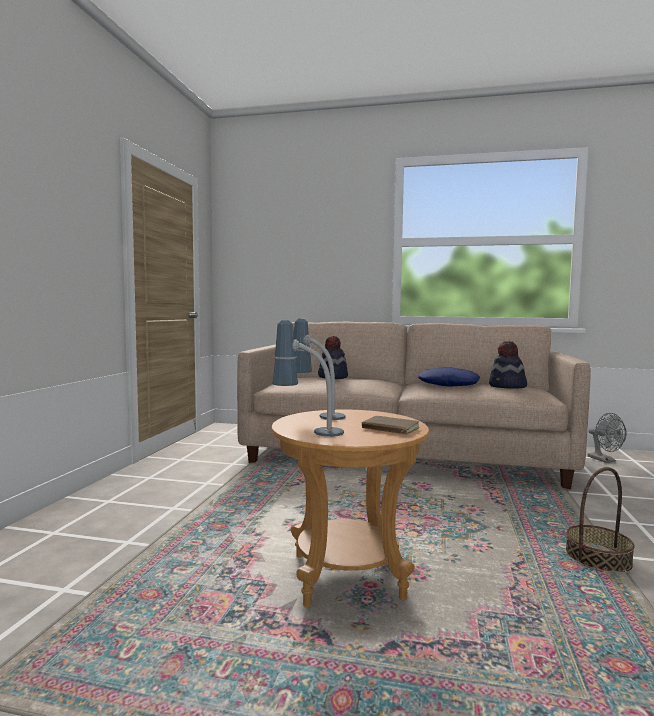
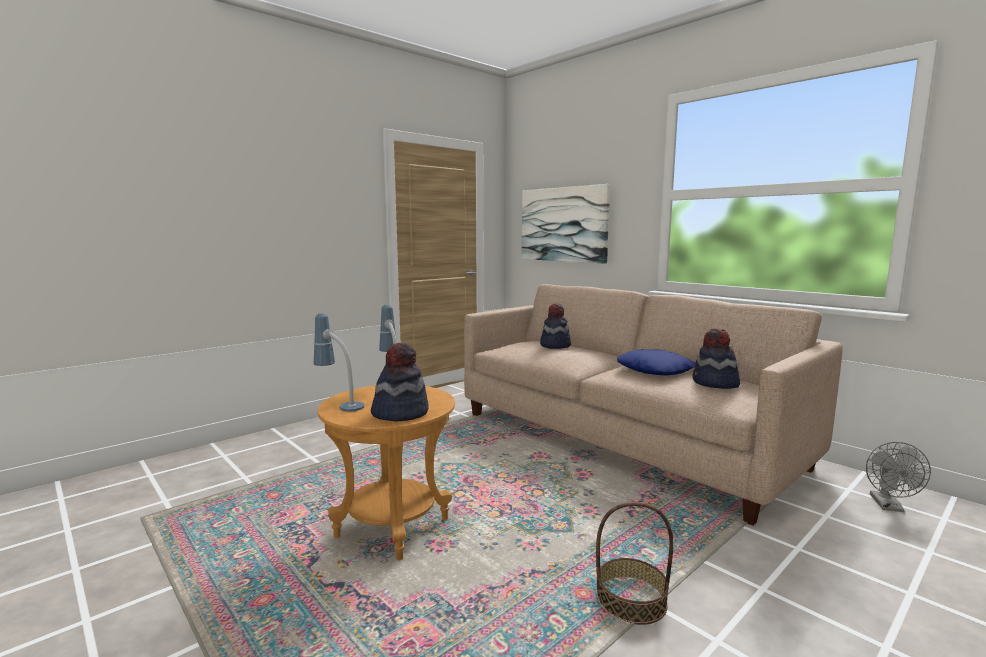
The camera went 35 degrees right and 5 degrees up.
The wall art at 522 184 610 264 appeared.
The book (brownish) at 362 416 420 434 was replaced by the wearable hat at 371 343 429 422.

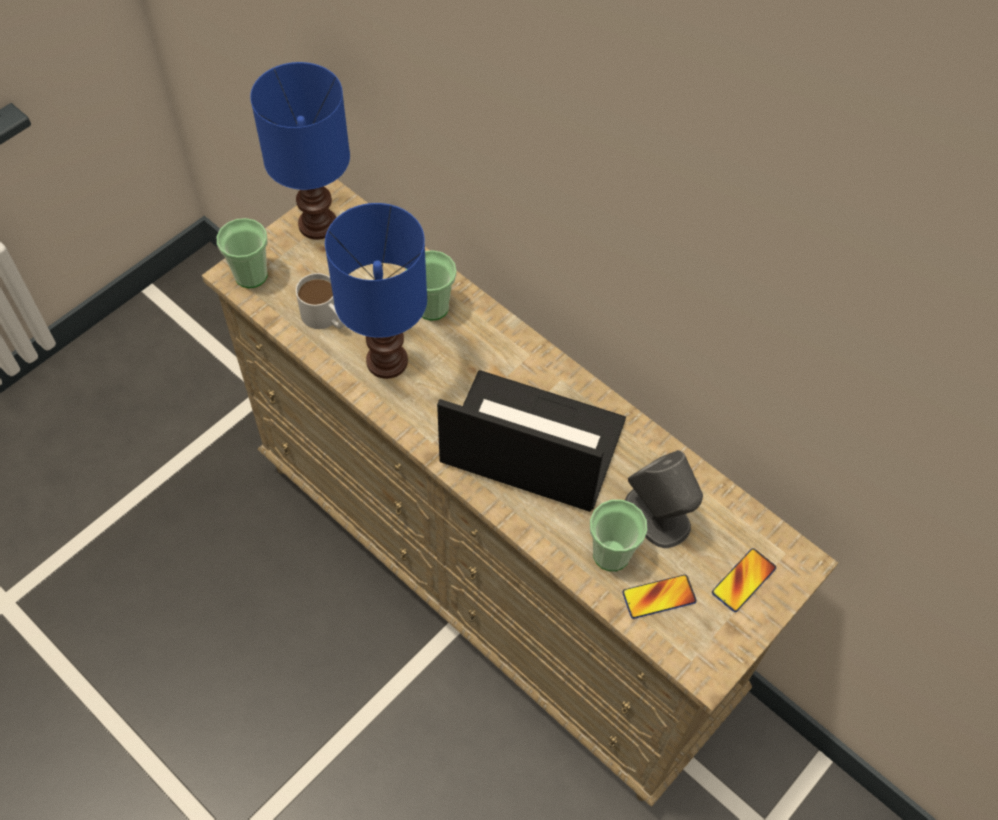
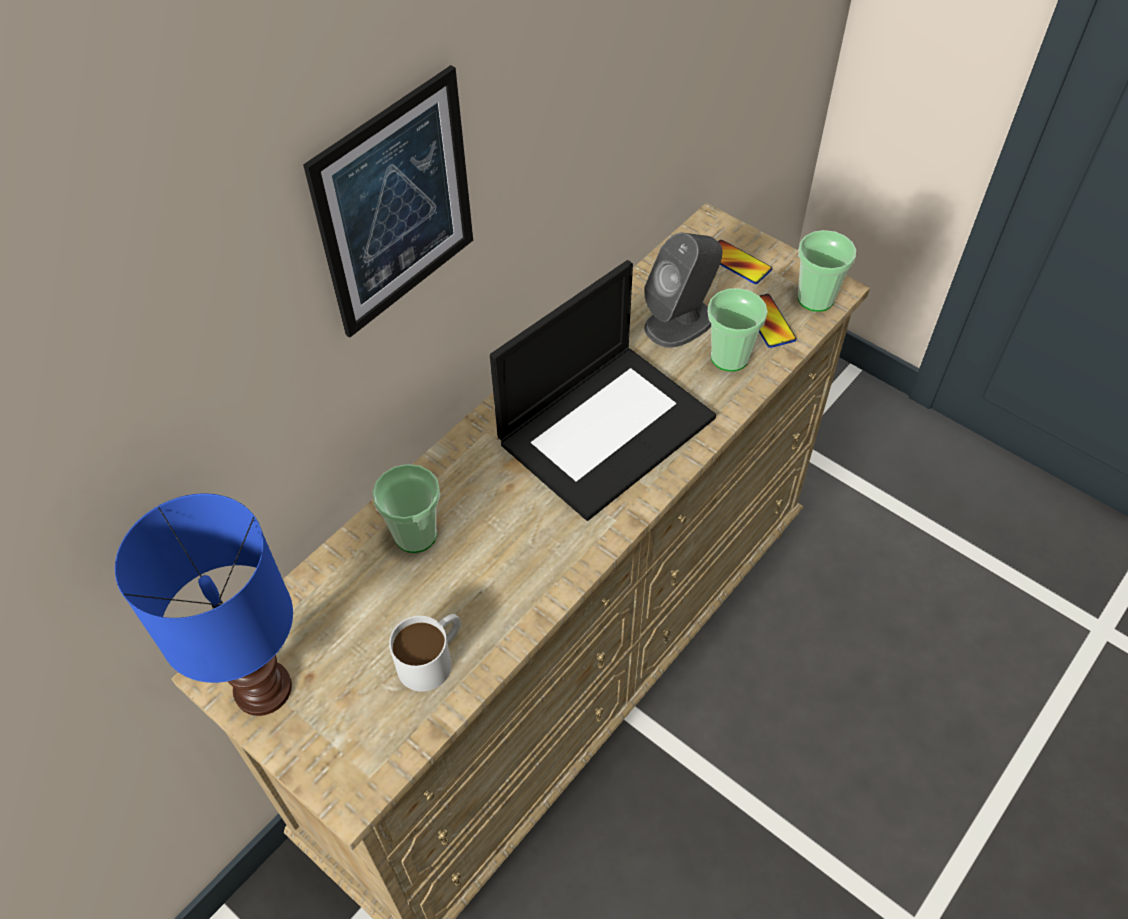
The camera went 90 degrees left and 5 degrees down.
The lamp for a table (blue) at 325 203 427 379 disappeared.
The wall art at 303 65 473 338 appeared.
The drinking cup moved from 217 218 268 288 to 798 230 856 312.
The notebook computer at 437 370 626 512 turned 150 degrees counterclockwise.

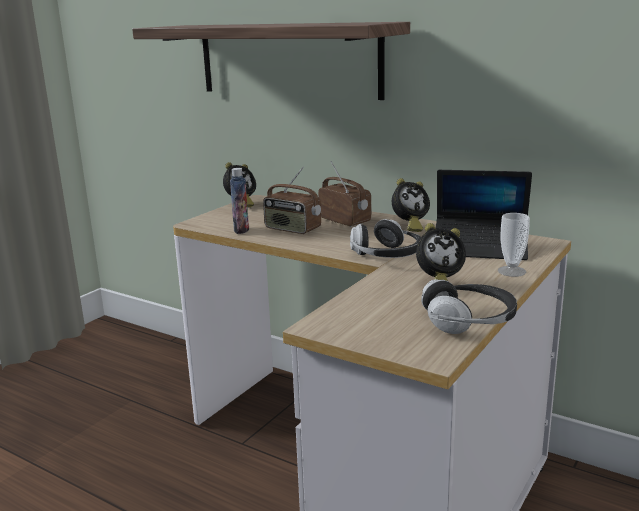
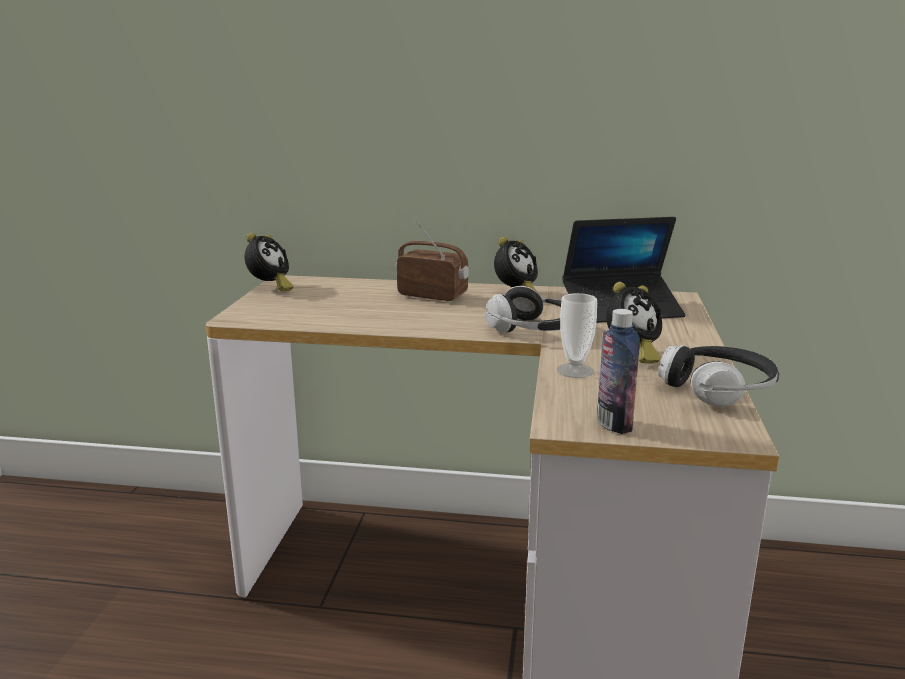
The camera went 25 degrees left and 0 degrees up.
The wall shelf at 132 22 410 100 disappeared.
The radio set at 263 167 321 234 disappeared.
The drink bottle moved from 230 168 249 234 to 597 309 640 434.
The drinking cup moved from 498 213 530 277 to 557 293 597 378.

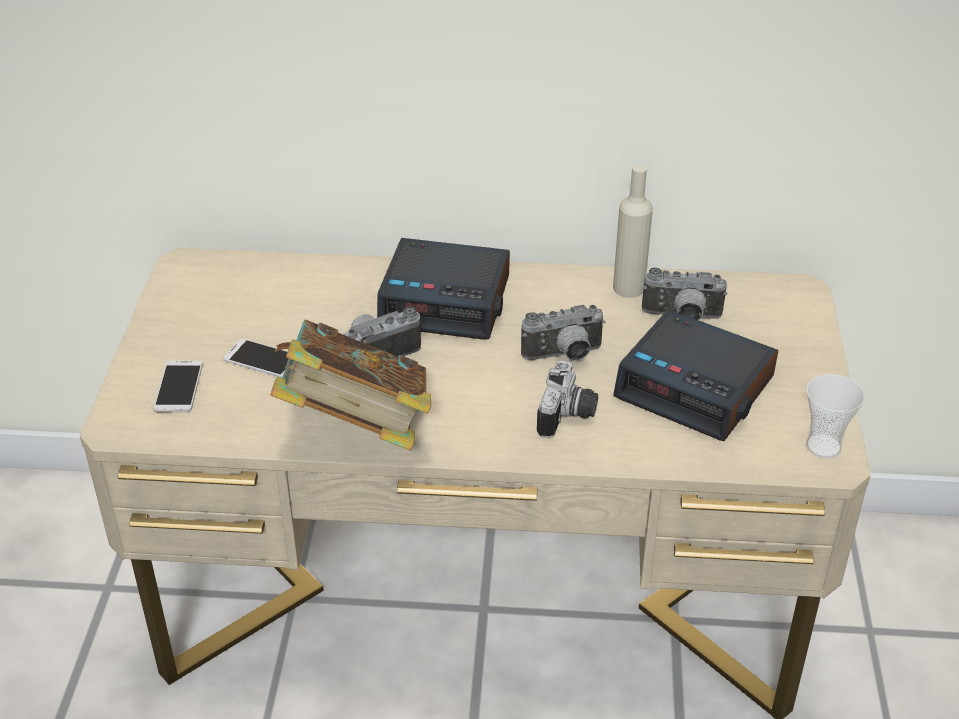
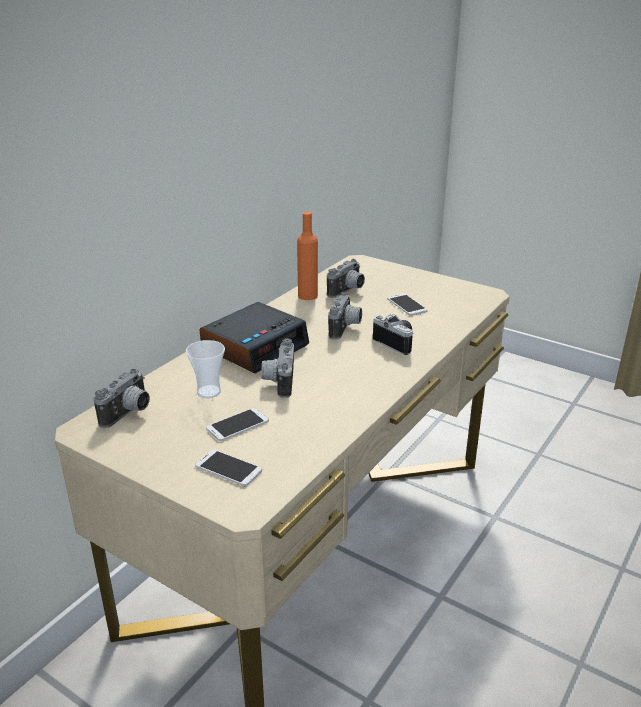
The camera went 60 degrees left and 10 degrees down.
The book at 270 319 431 451 disappeared.
The still camera at 94 369 150 428 appeared.
The drinking cup moved from 806 374 865 458 to 186 340 225 398.
The table clock at 613 309 778 441 was replaced by the phone at 387 293 428 316.
The drink bottle (beige) at 613 165 653 298 became the drink bottle (orangey) at 297 212 318 300.

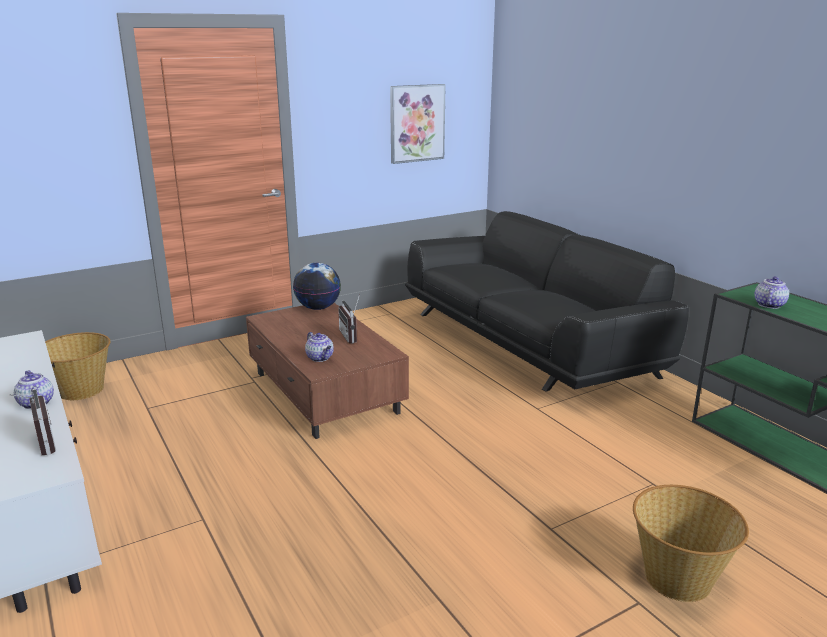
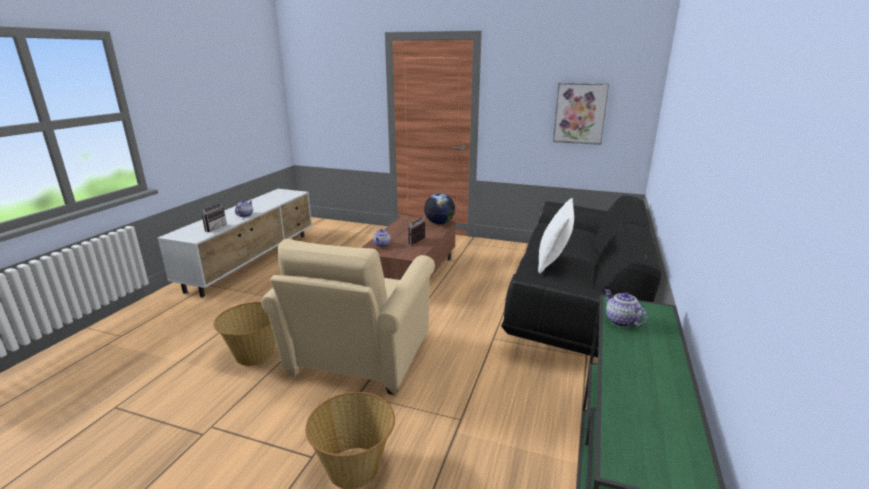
The camera went 50 degrees right and 0 degrees up.
The lounge chair (beige) at 261 239 435 395 appeared.
The pillow (whitish) at 538 198 574 274 appeared.
The basket moved from 45 332 111 400 to 213 302 276 366.
The teapot at 754 276 789 309 turned 105 degrees counterclockwise.

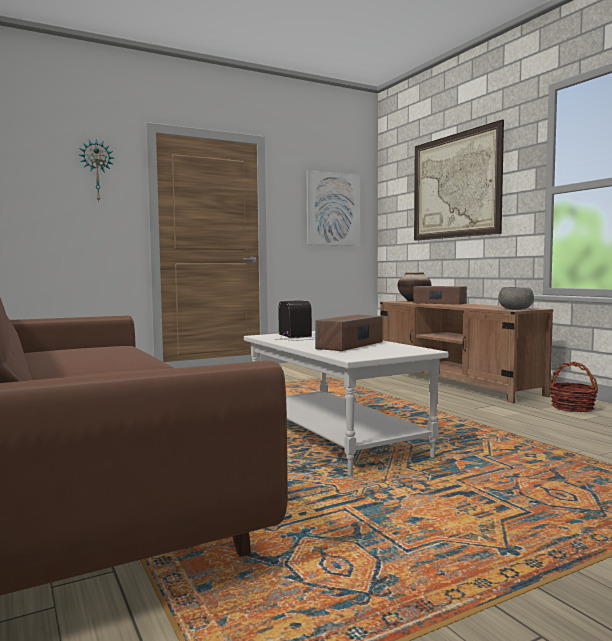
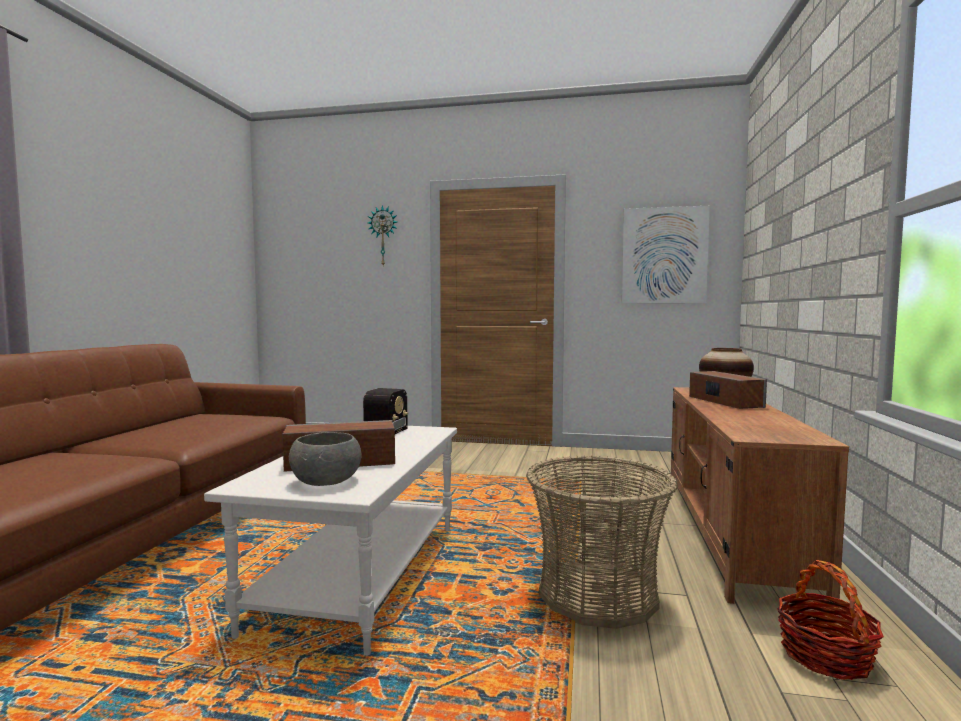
The camera went 40 degrees right and 0 degrees up.
The wall art at 414 120 504 241 disappeared.
The basket at 526 455 678 629 appeared.
The deep dish (grey) moved from 498 287 534 310 to 289 432 362 486.

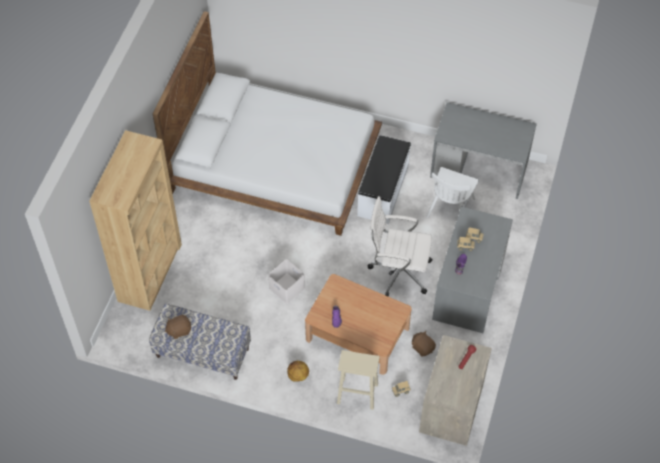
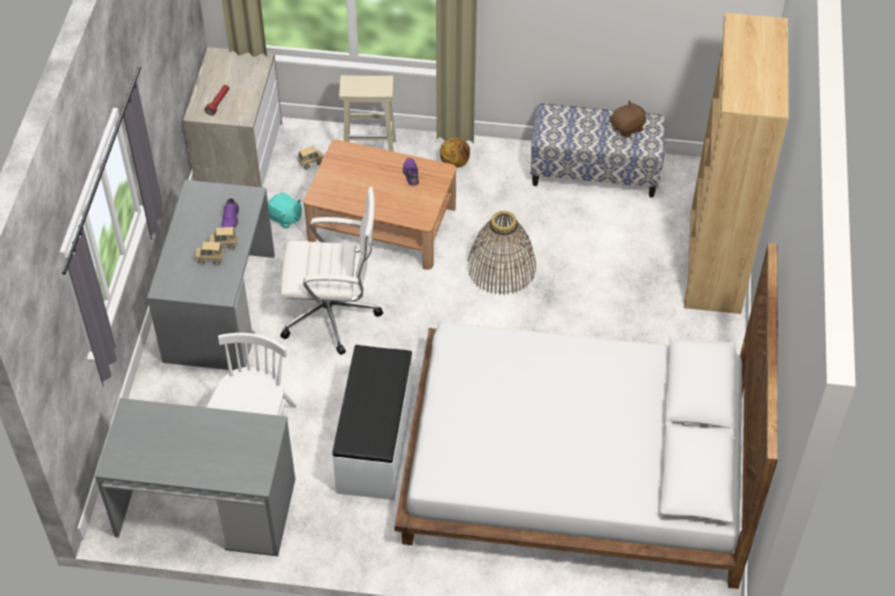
The camera went 170 degrees right and 5 degrees down.
The storage container (whitish) at 268 259 305 304 was replaced by the basket at 467 211 536 295.
The plush toy (brownish) at 412 331 436 357 became the plush toy (blue-green) at 268 193 302 229.

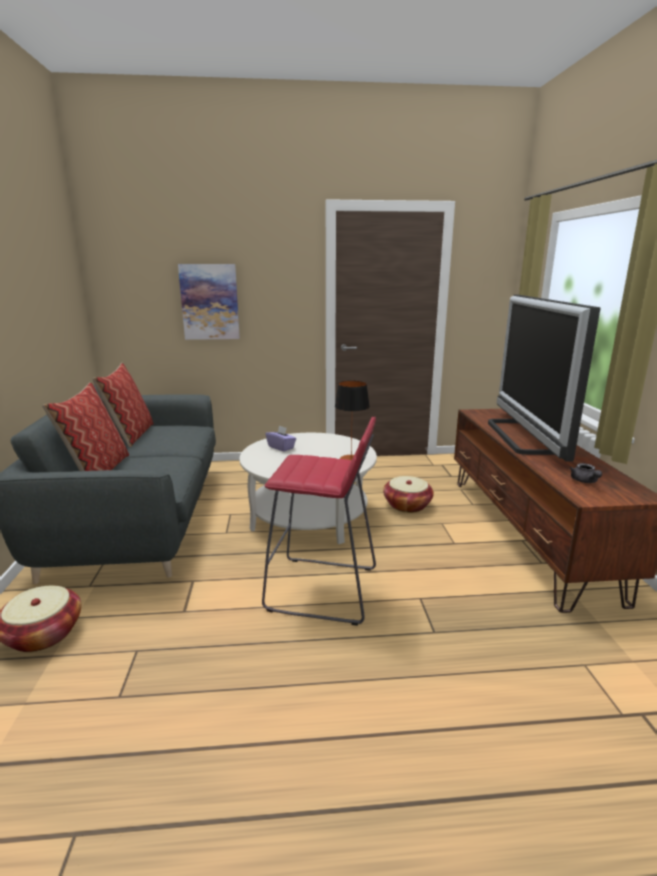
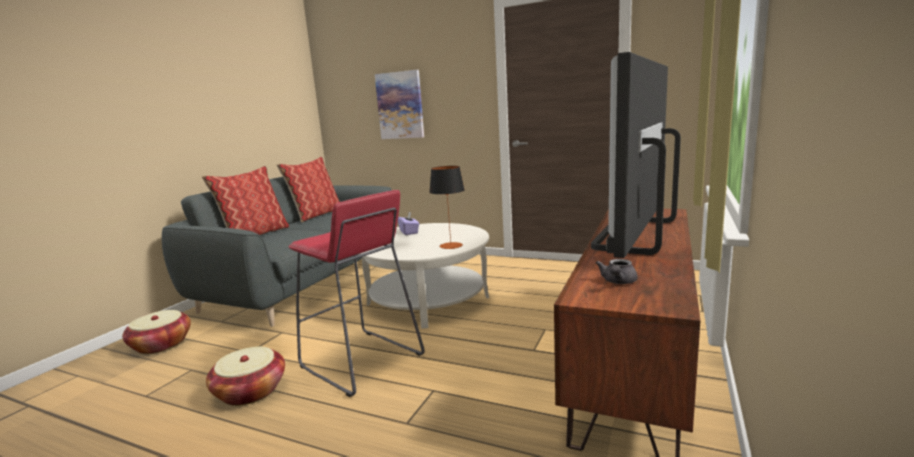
The camera went 30 degrees right and 5 degrees down.
The basket moved from 383 476 434 513 to 206 346 285 406.

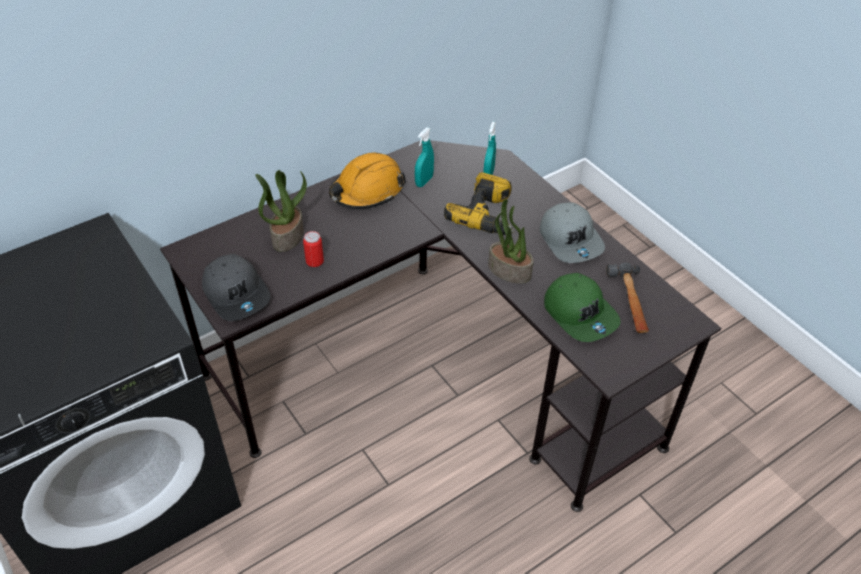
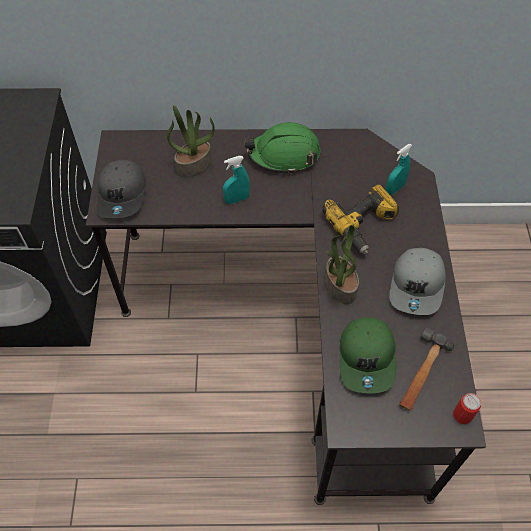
The camera went 35 degrees right and 10 degrees up.
The sealed can moved from 303 231 324 267 to 453 393 481 424.
The hand sprayer (blue-green) moved from 415 127 434 187 to 223 156 250 204.
The work helmet (orangey) at 329 153 406 209 became the work helmet (green-coloured) at 244 122 320 174.

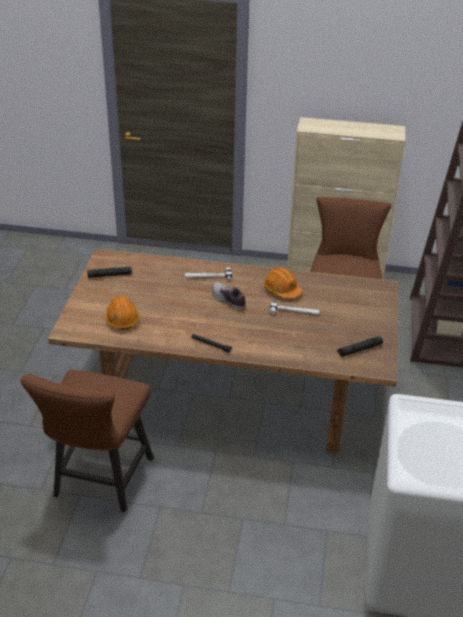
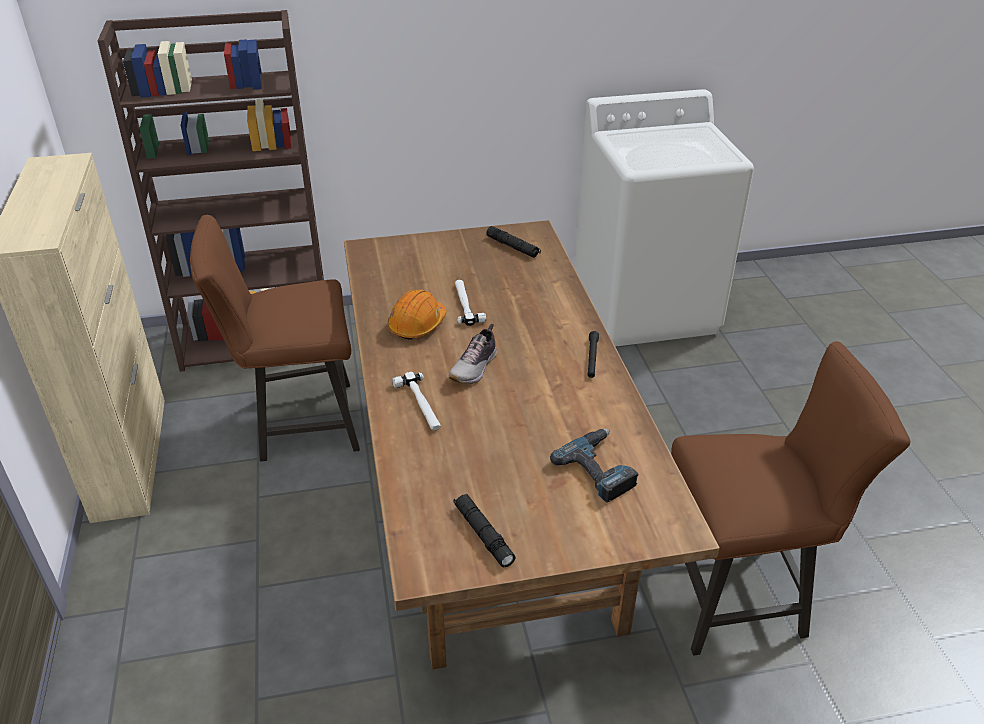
The camera went 110 degrees left and 0 degrees up.
The work helmet (orangey) at 105 296 139 330 was replaced by the electric drill at 550 429 639 502.

